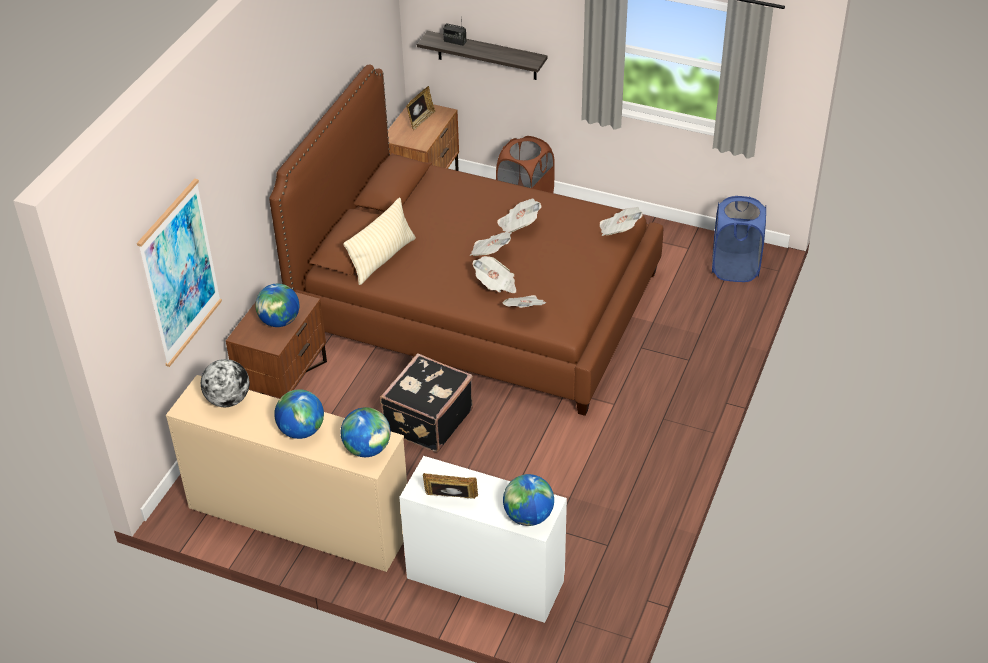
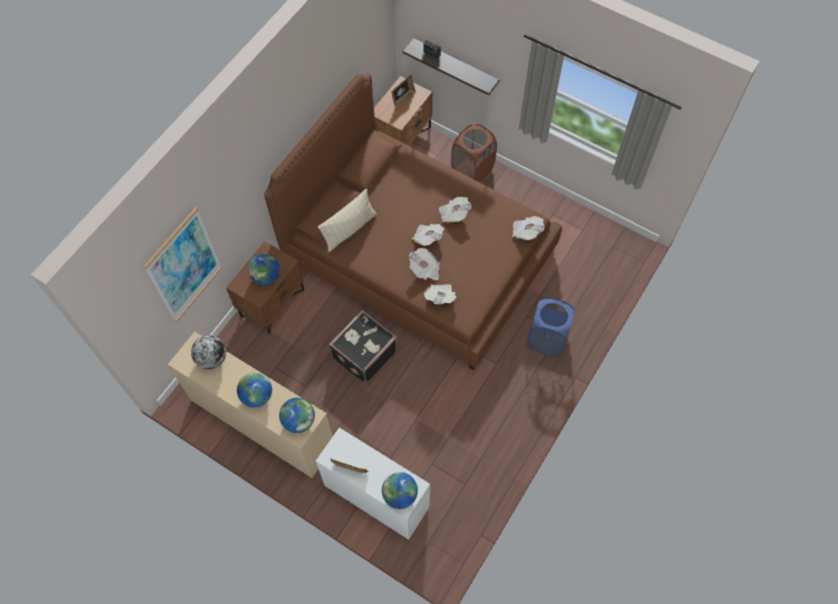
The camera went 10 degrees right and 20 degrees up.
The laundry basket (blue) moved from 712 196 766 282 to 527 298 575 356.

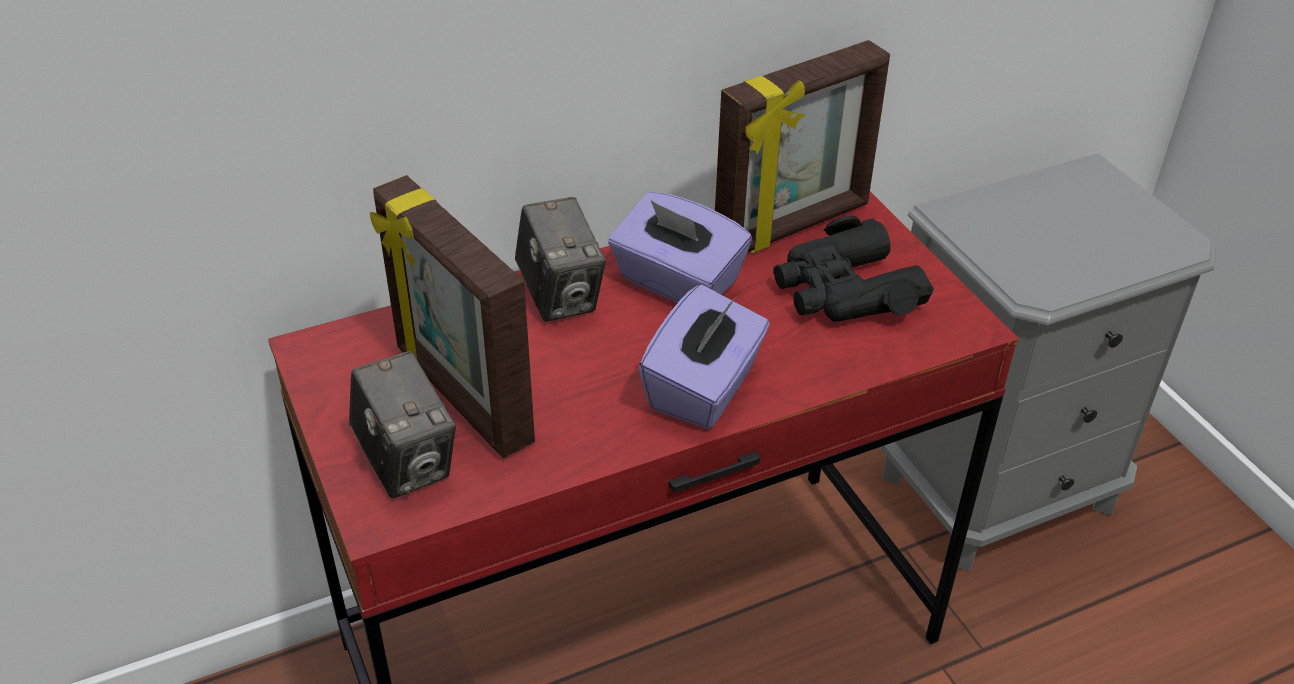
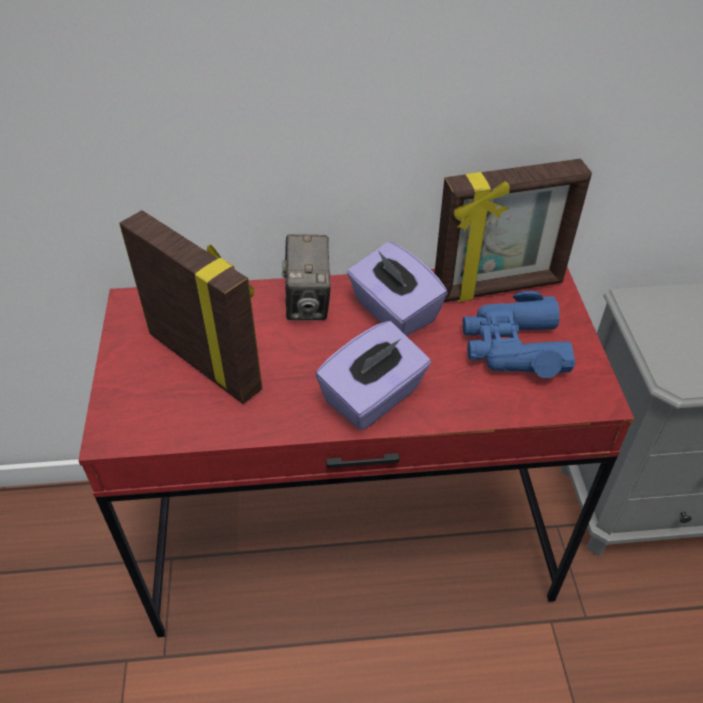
The camera went 20 degrees right and 5 degrees up.
The still camera at 349 351 456 498 disappeared.
The pair of binoculars (black) at 773 216 934 322 became the pair of binoculars (blue) at 463 291 576 378.
The photo frame at 370 175 535 458 turned 150 degrees clockwise.

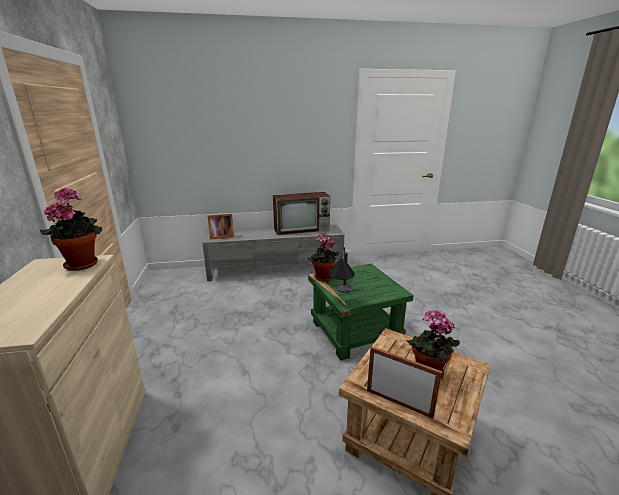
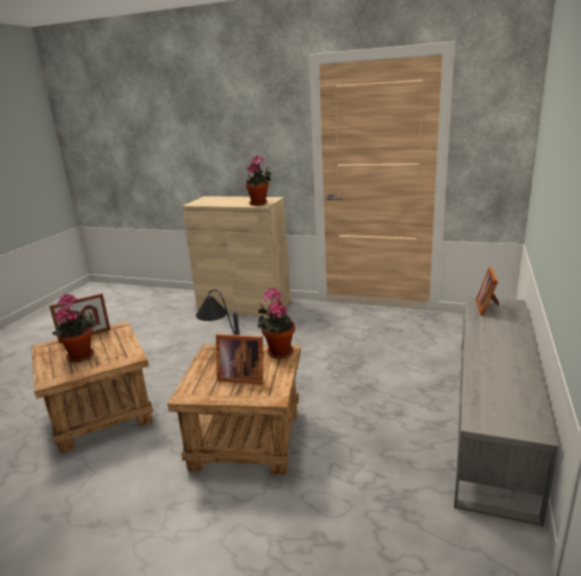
The camera went 120 degrees right and 0 degrees up.
The TV set at 273 192 330 235 disappeared.
The photo frame at 216 334 263 385 appeared.
The end table (green-coloured) at 308 264 413 361 became the end table (brownish) at 167 345 301 475.

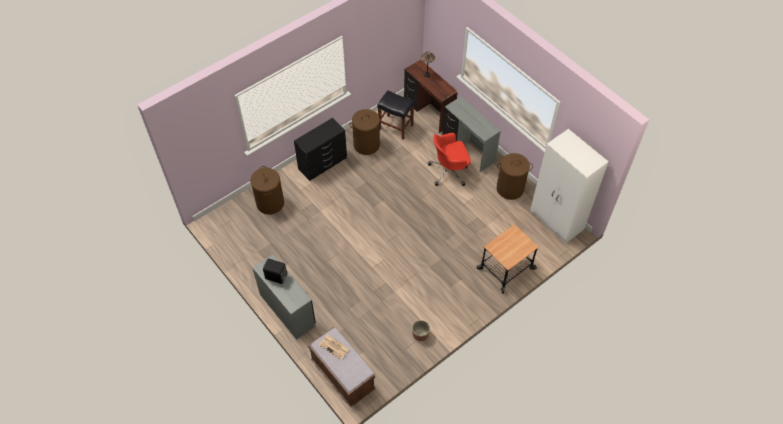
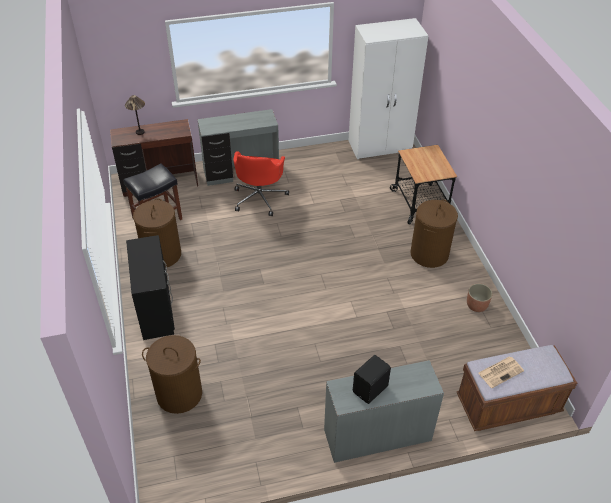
The camera went 65 degrees left and 10 degrees down.
The laundry basket (brownish) moved from 497 153 533 200 to 410 200 458 268.

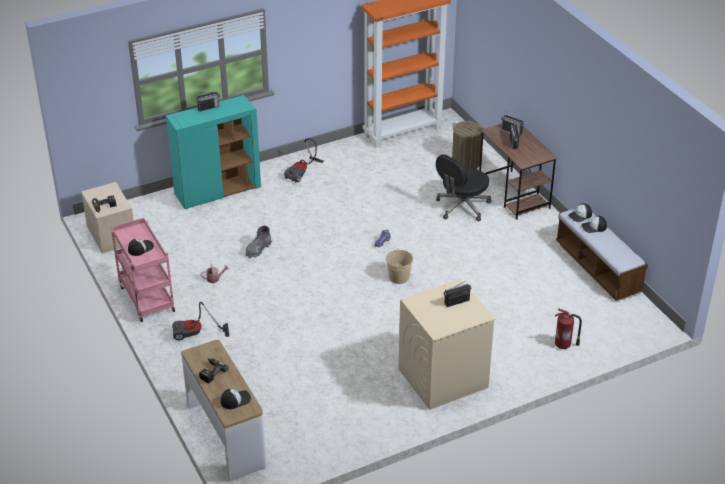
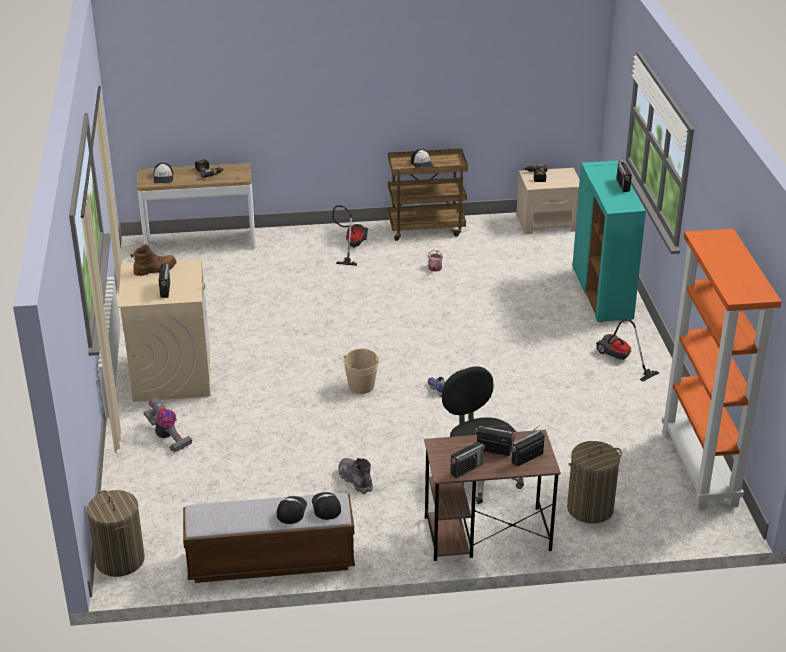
The camera went 110 degrees right and 5 degrees down.
The extinguisher at 555 308 582 349 disappeared.
The laundry basket at 87 490 145 577 appeared.
The high-top boot (brownish) at 130 244 177 276 appeared.
The vacuum at 144 397 192 452 appeared.
The radio set at 450 442 485 478 appeared.
The high-top boot (grey) moved from 245 226 272 258 to 338 458 373 494.
The cart (pink-coloured) at 111 218 175 322 became the cart (brownish) at 388 148 468 241.

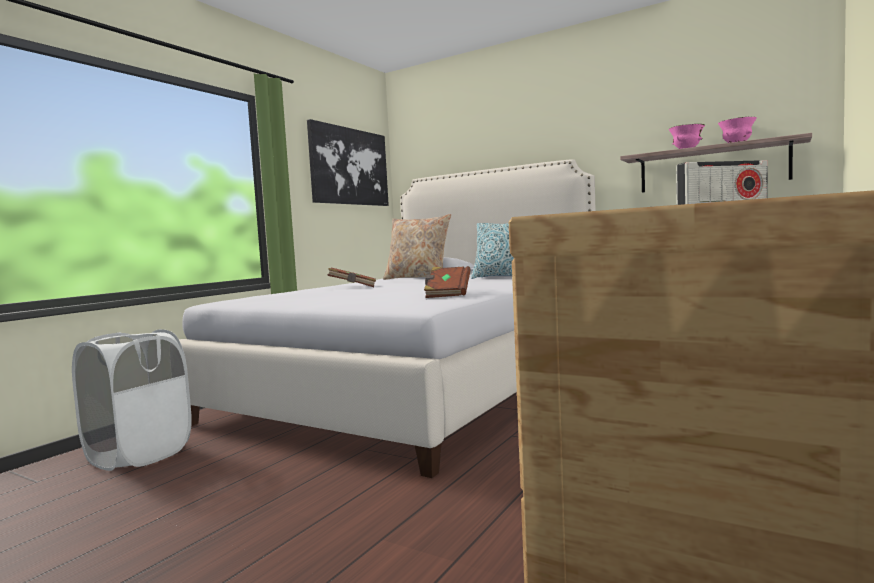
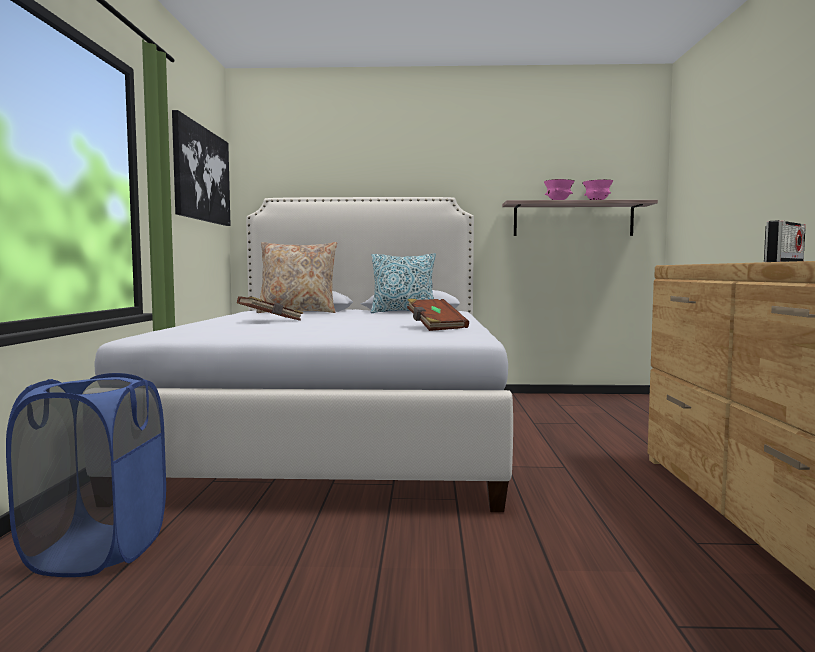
The camera went 30 degrees left and 0 degrees up.
The laundry basket (whitish) at 72 329 192 471 became the laundry basket (blue) at 6 373 166 577.

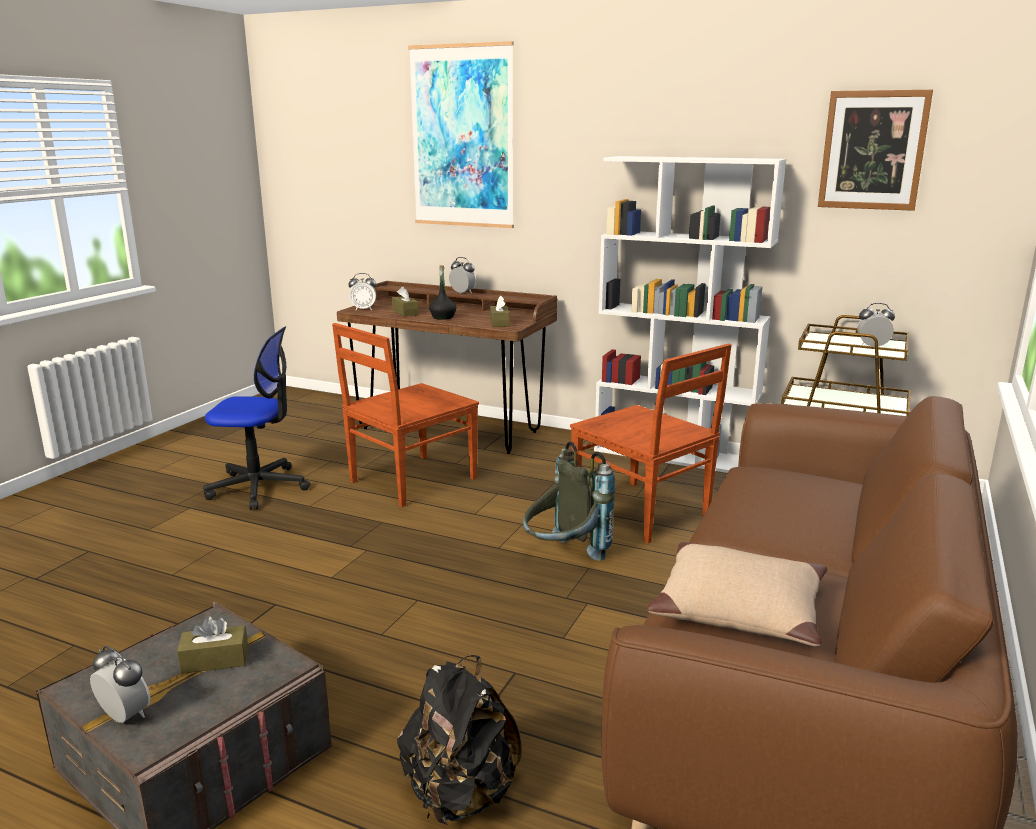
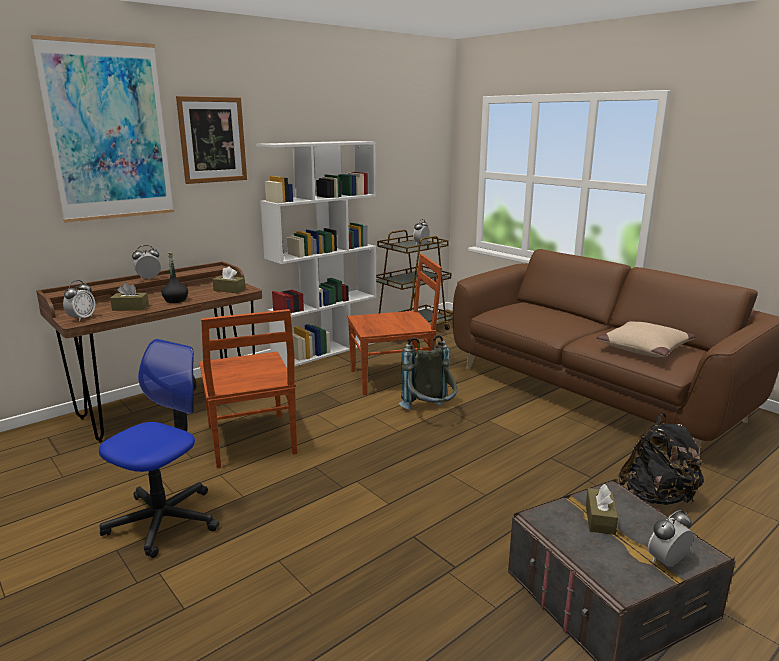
The camera went 65 degrees left and 0 degrees up.
The wall art moved from 818 90 933 211 to 176 96 247 184.

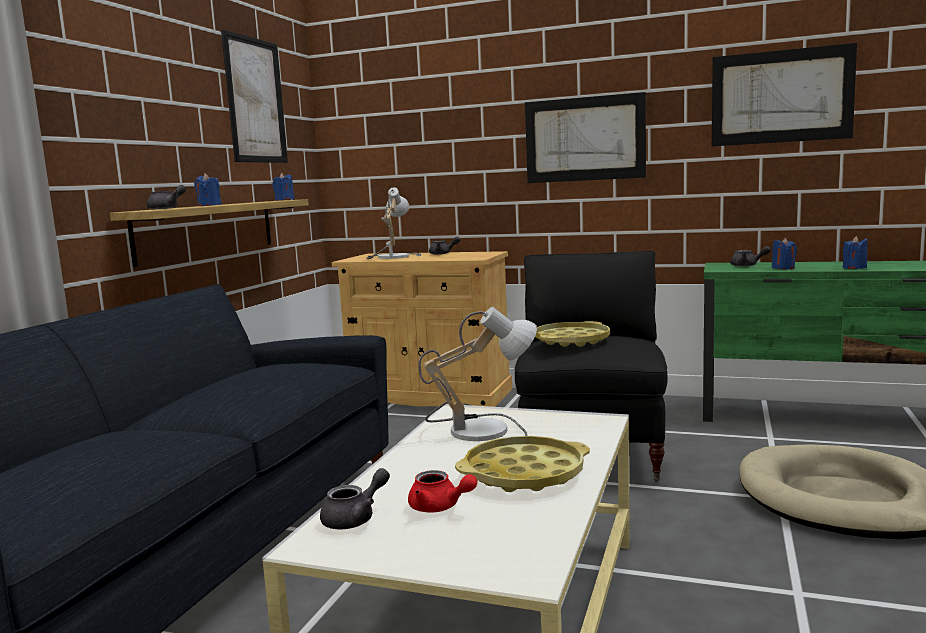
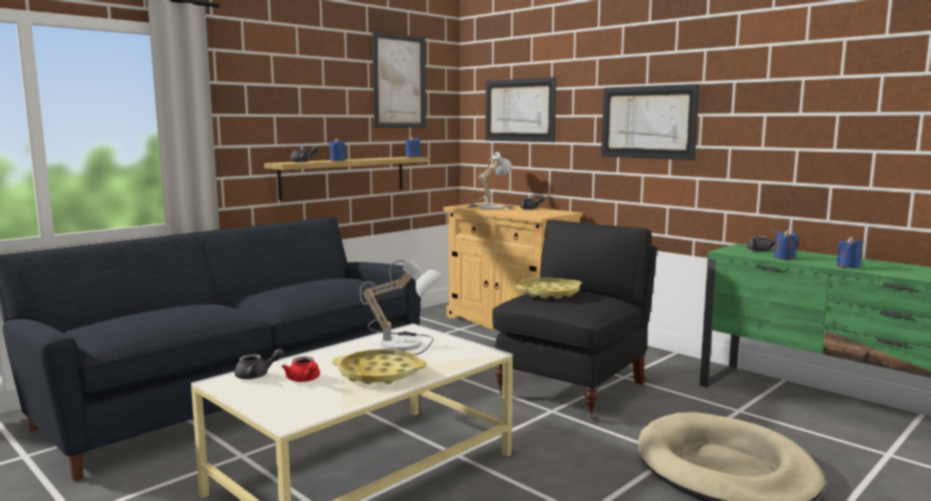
The camera went 25 degrees right and 0 degrees up.
The wall art moved from 712 43 857 146 to 485 77 556 142.

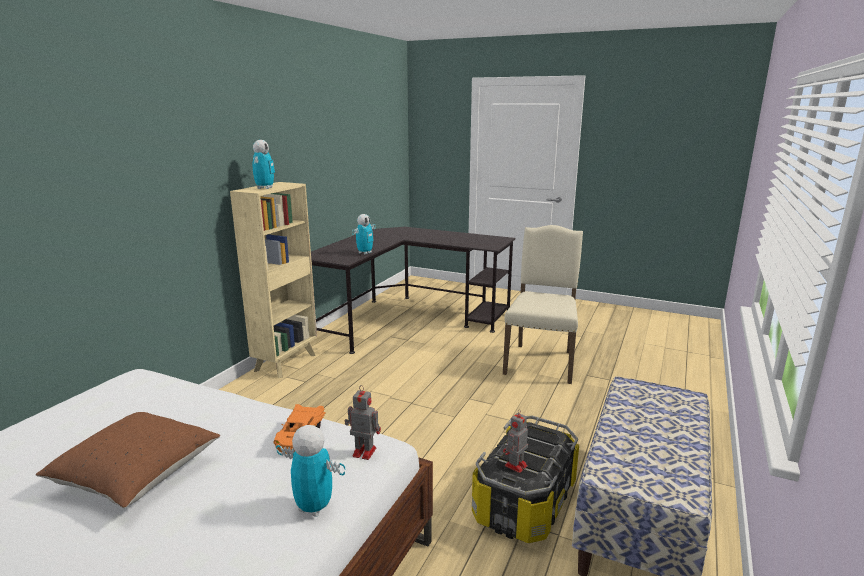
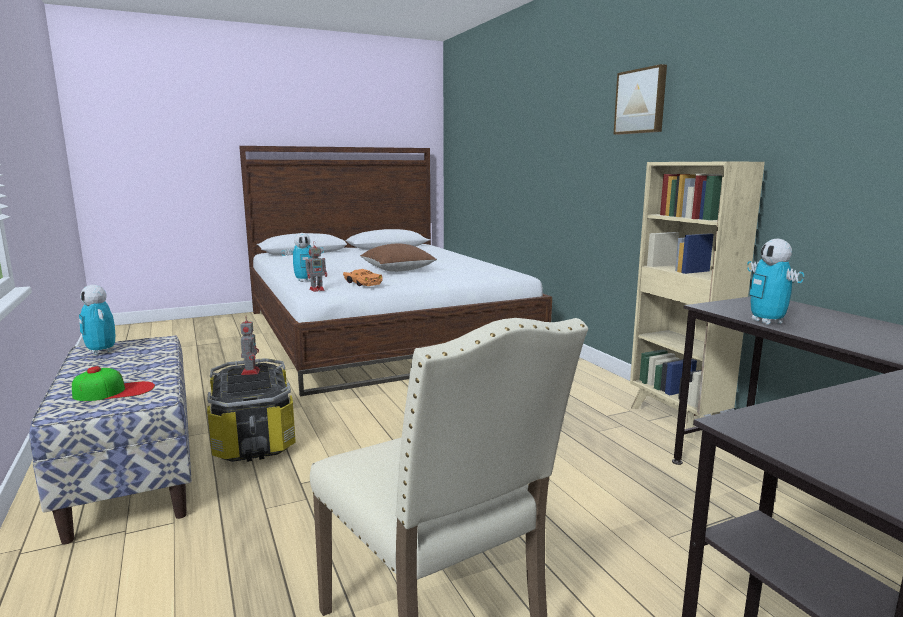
The camera went 130 degrees right and 5 degrees down.
The peaked cap at 72 366 155 401 appeared.
The wall art at 613 64 667 135 appeared.
The robot figure moved from 252 140 275 189 to 79 285 115 355.

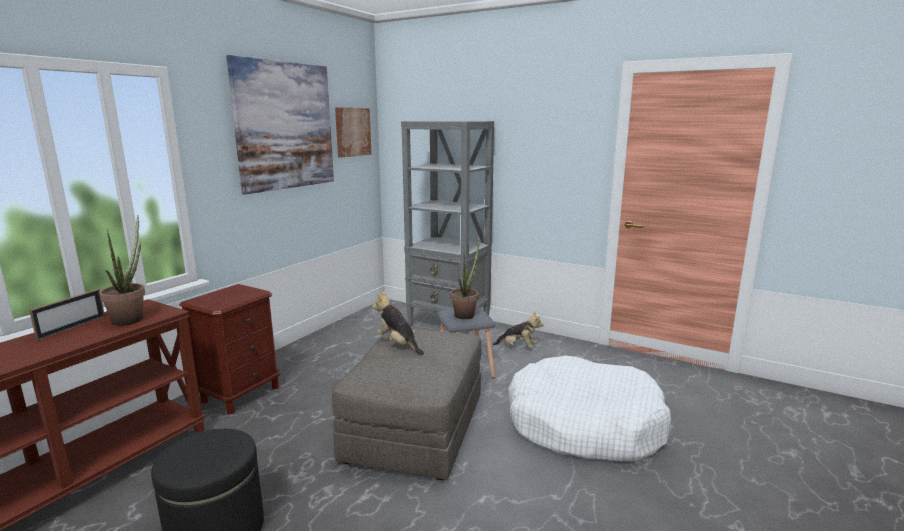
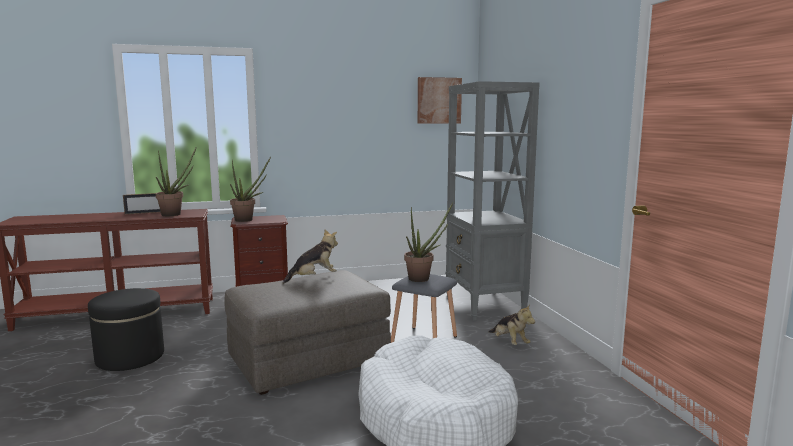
The camera went 45 degrees right and 5 degrees down.
The wall art at 226 55 334 195 disappeared.
The houseplant at 230 157 271 222 appeared.
The plush toy at 372 291 424 355 turned 60 degrees clockwise.

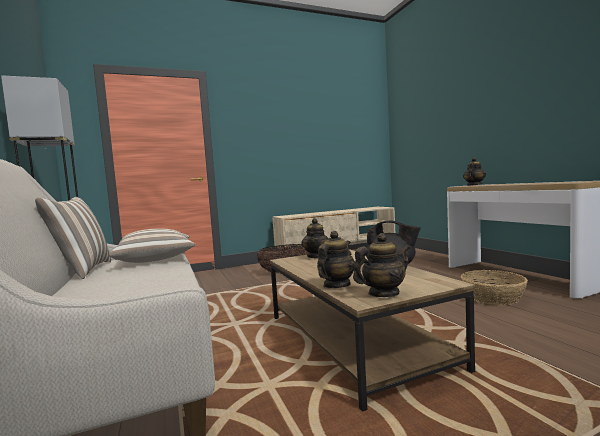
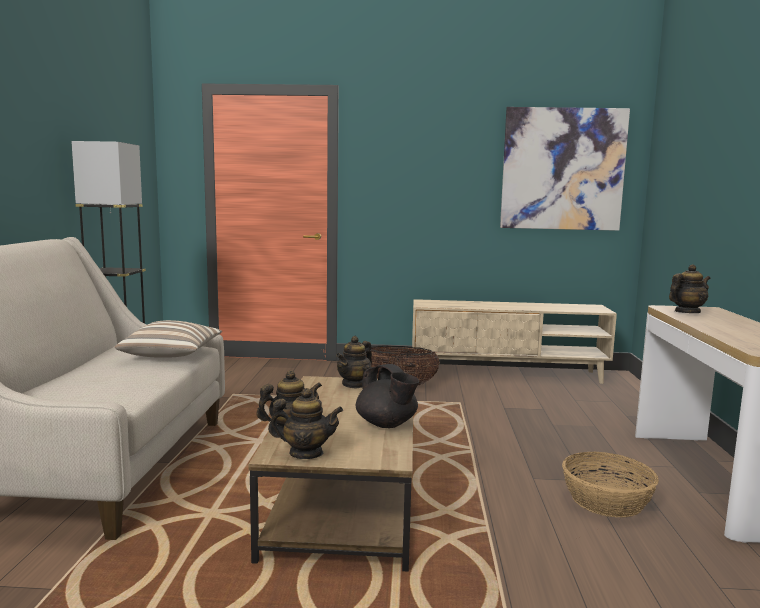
The camera went 25 degrees right and 5 degrees up.
The pillow at 35 197 111 279 disappeared.
The wall art at 500 107 630 231 appeared.

